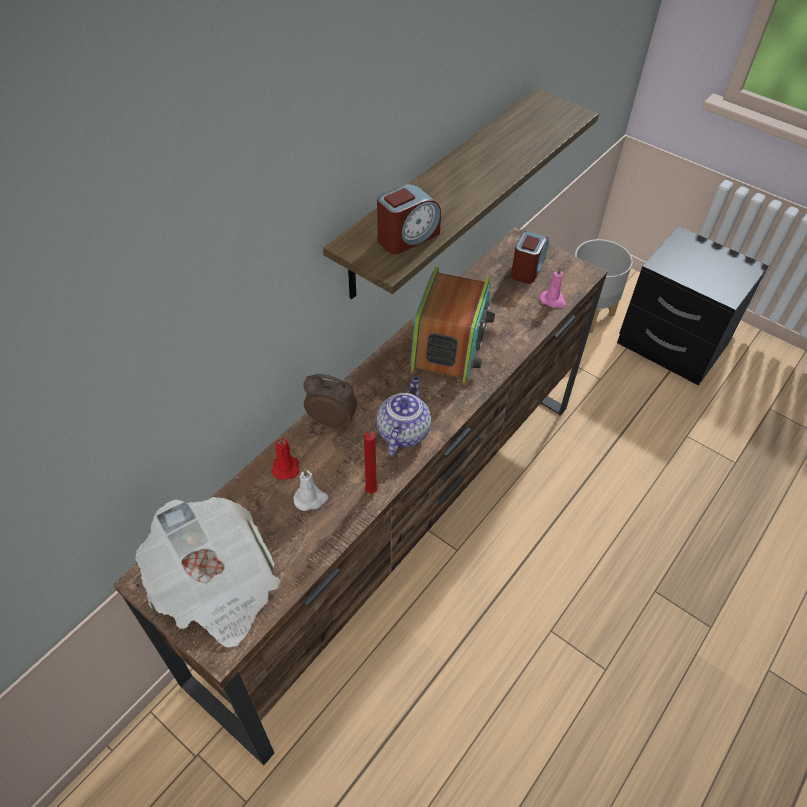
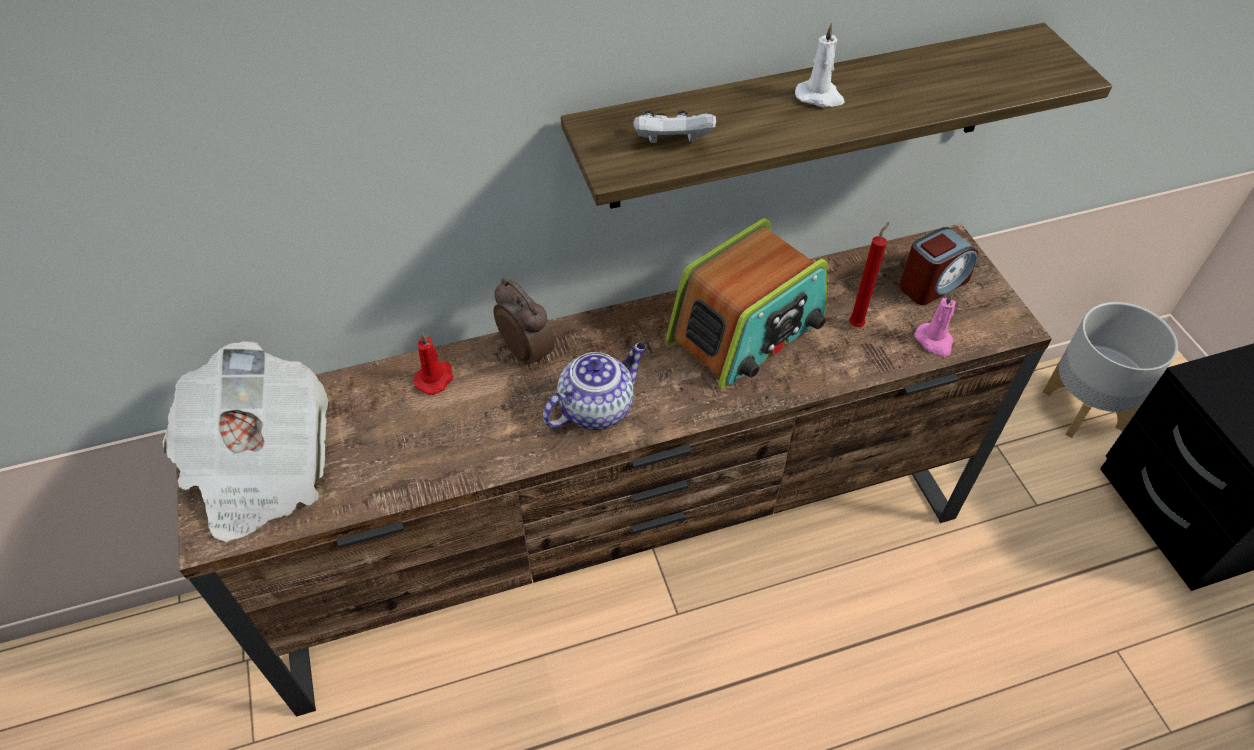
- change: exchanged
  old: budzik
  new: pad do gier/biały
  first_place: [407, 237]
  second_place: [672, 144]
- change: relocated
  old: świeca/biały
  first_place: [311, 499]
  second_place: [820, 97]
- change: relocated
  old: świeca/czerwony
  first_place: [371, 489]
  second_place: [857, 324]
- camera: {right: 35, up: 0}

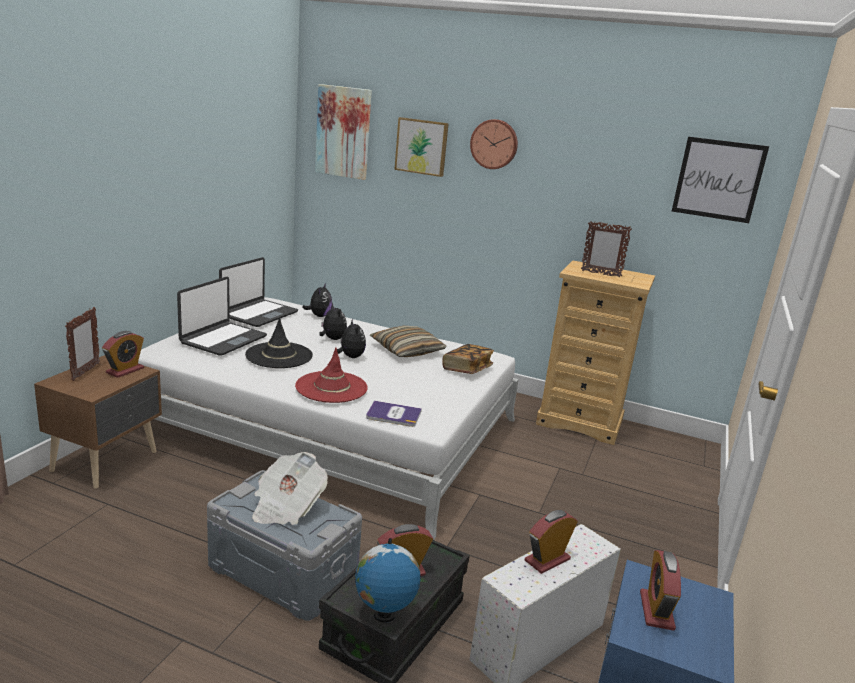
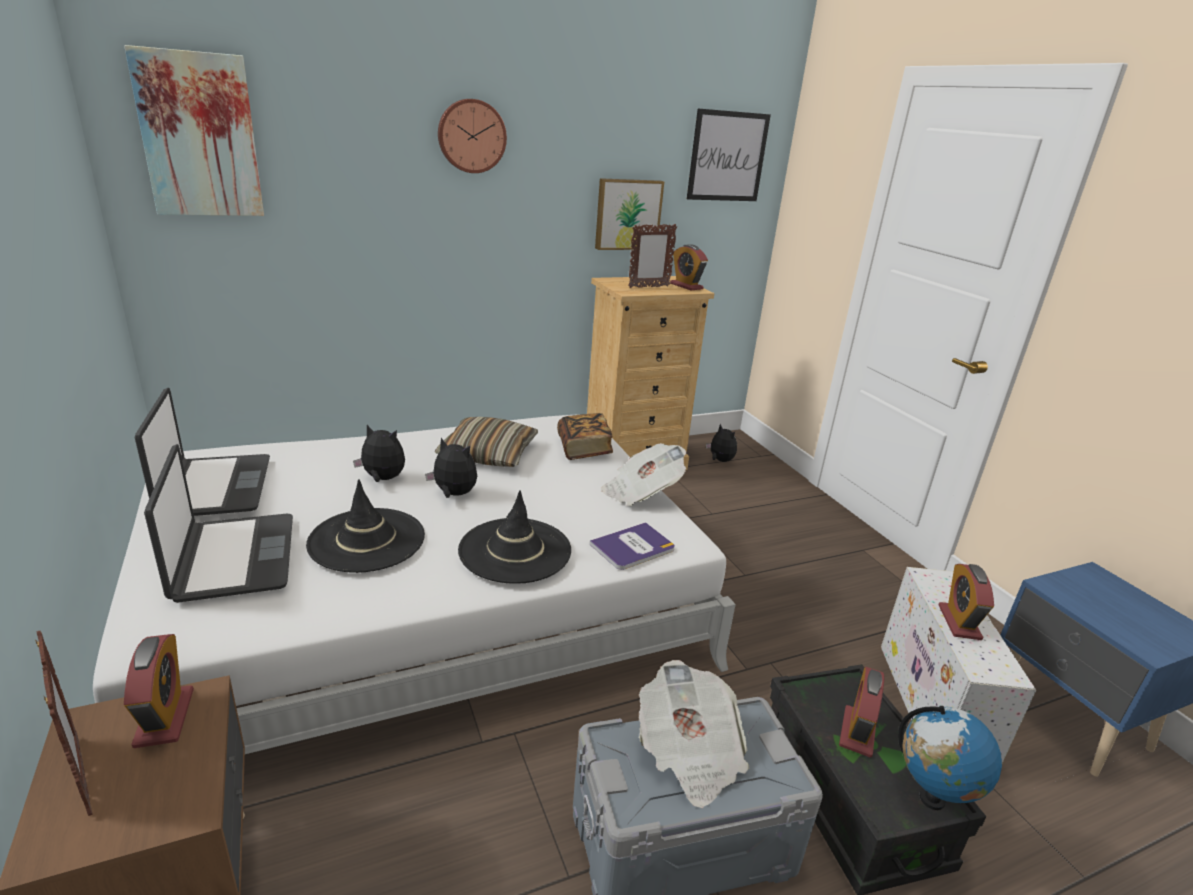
- change: colour
  old: kapelusz/czerwony
  new: kapelusz/czarny
  first_place: [331, 387]
  second_place: [515, 550]
- change: relocated
  old: obraz
  first_place: [422, 146]
  second_place: [627, 214]
- change: appeared
  new: gazeta
  second_place: [641, 492]
- change: relocated
  old: budzik
  first_place: [656, 610]
  second_place: [686, 286]
- change: relocated
  old: pluszak
  first_place: [319, 316]
  second_place: [720, 460]
- camera: {right: -45, up: 5}

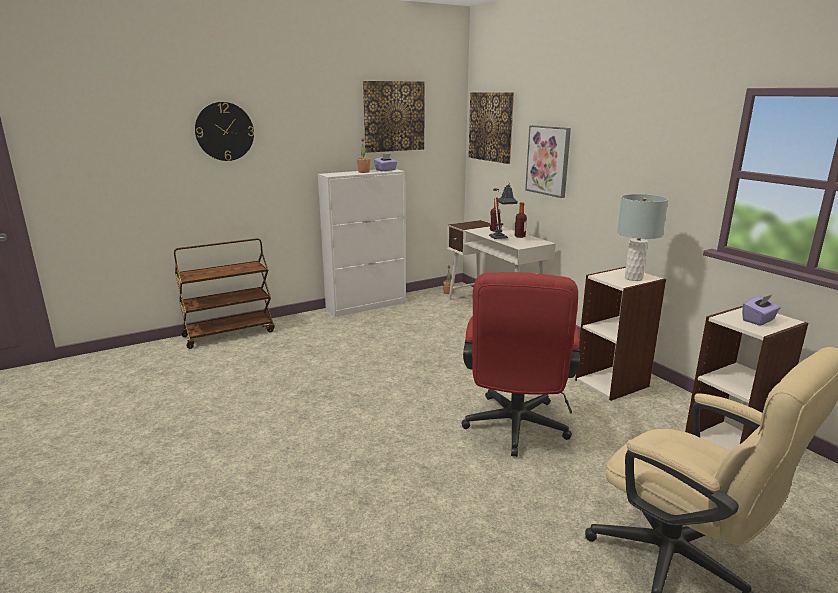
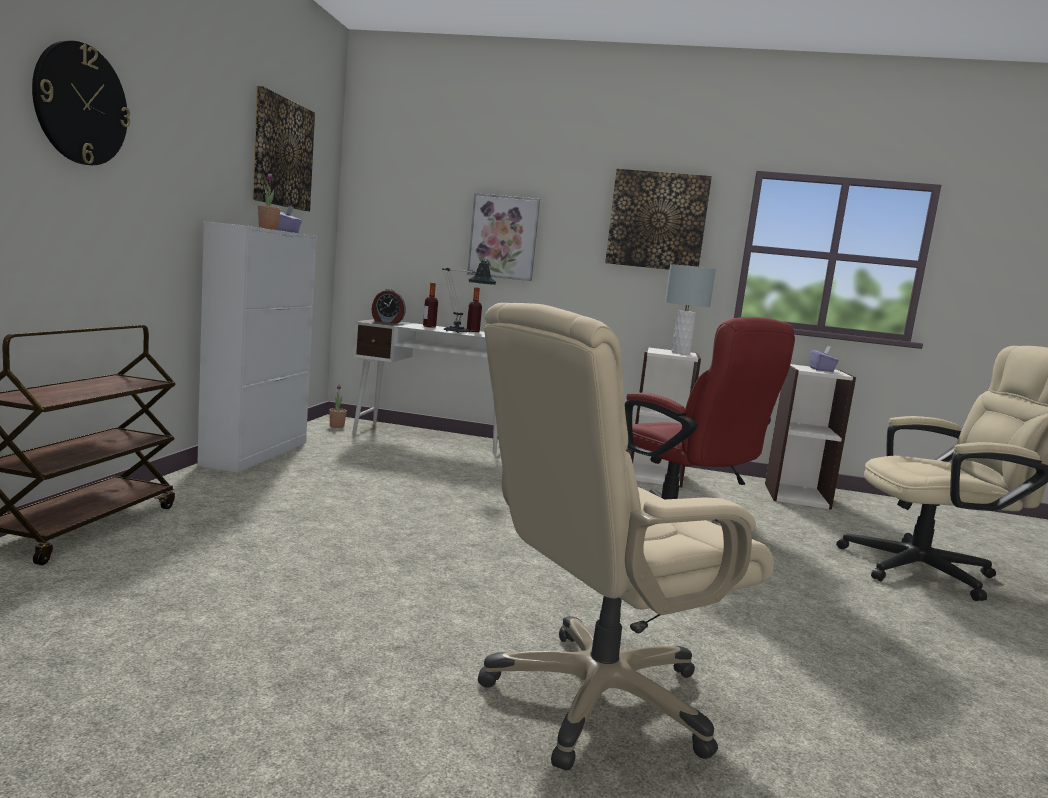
- change: appeared
  new: budzik
  second_place: [387, 322]
- change: appeared
  new: krzesło biurowe/beżowy
  second_place: [597, 699]
- change: relocated
  old: obraz
  first_place: [491, 127]
  second_place: [657, 221]
- camera: {right: -50, up: -10}

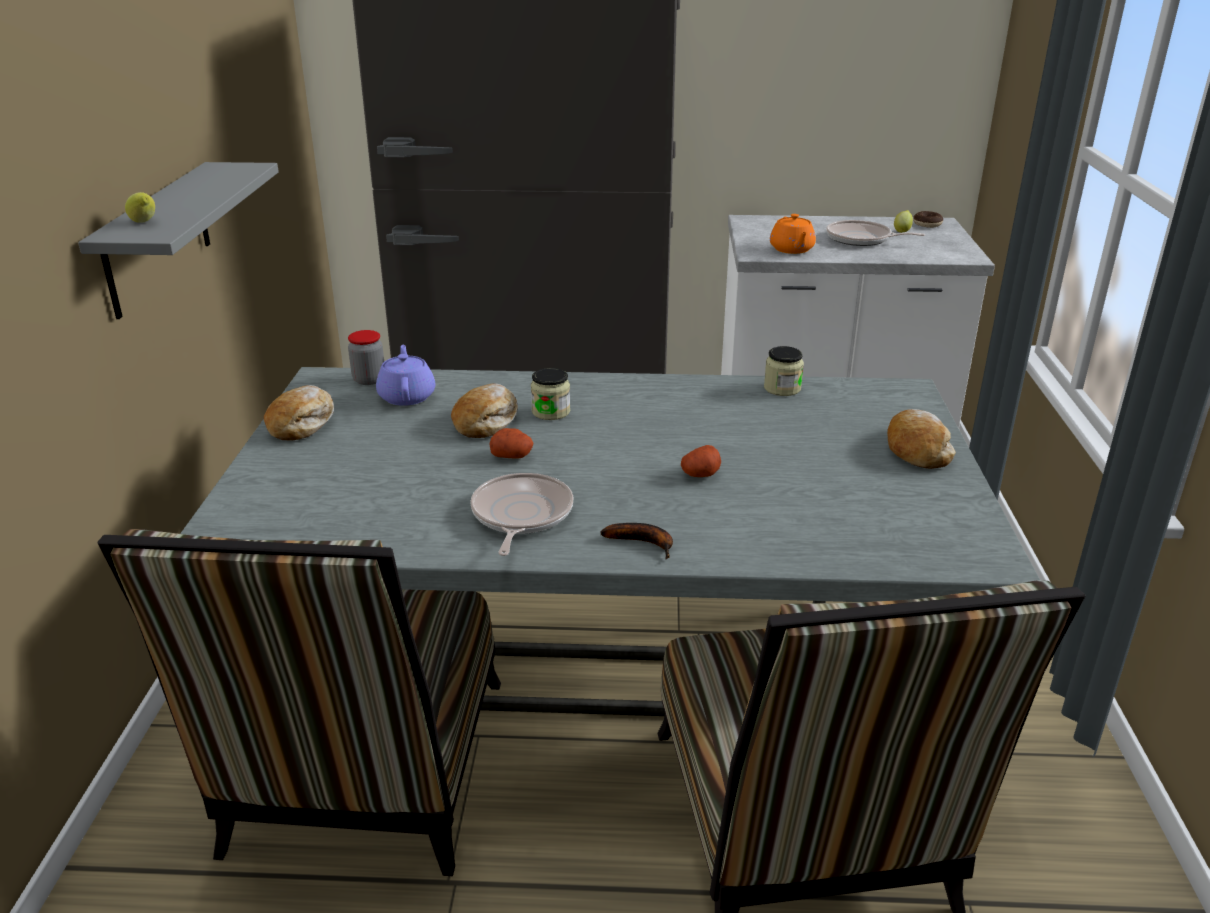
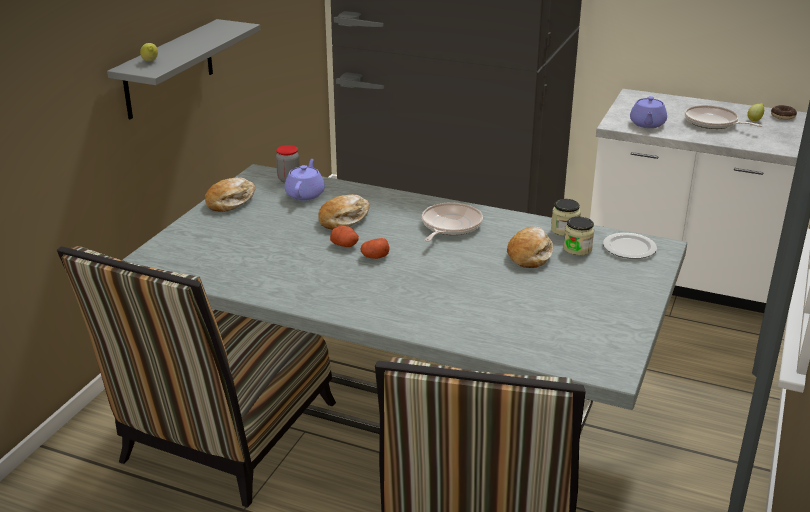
- change: relocated
  old: ziemniak
  first_place: [700, 474]
  second_place: [375, 257]
- change: relocated
  old: patelnia
  first_place: [520, 515]
  second_place: [449, 226]
- change: relocated
  old: chleb
  first_place: [916, 449]
  second_place: [530, 255]
- change: relocated
  old: słoik
  first_place: [551, 412]
  second_place: [577, 249]
- change: appeared
  new: talerz
  second_place: [629, 248]
- change: colour
  old: imbryk/pomarańczowy
  new: imbryk/fioletowy
  first_place: [792, 250]
  second_place: [647, 124]
- change: missing
  old: banan
  first_place: [644, 543]
- camera: {right: 20, up: 0}

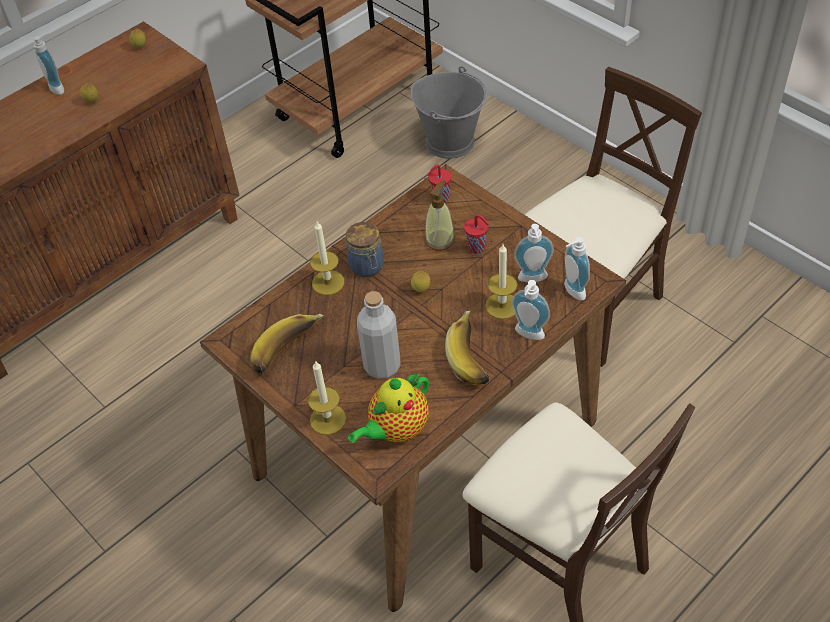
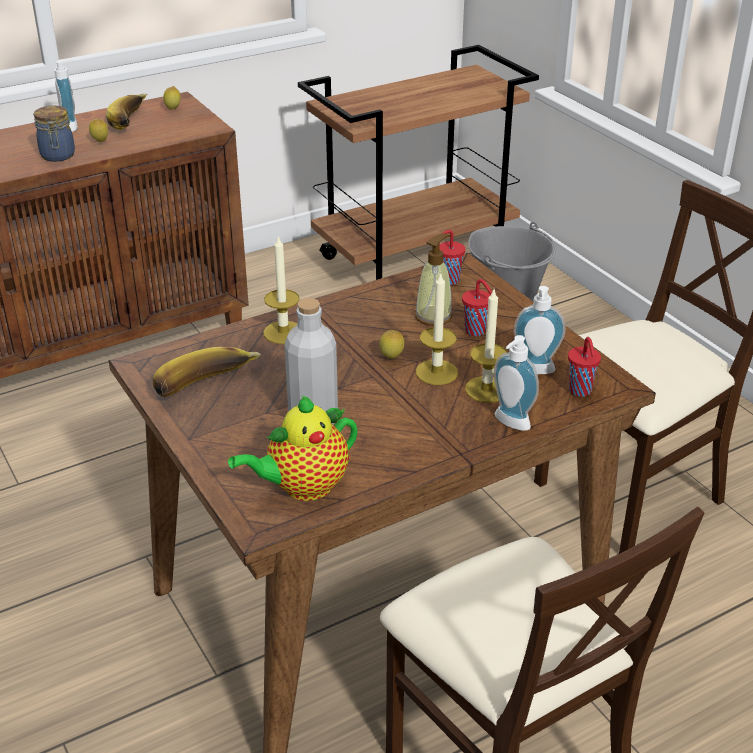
- change: relocated
  old: słoik
  first_place: [367, 267]
  second_place: [58, 156]
- change: relocated
  old: banan
  first_place: [473, 357]
  second_place: [133, 122]
- change: relocated
  old: świeca
  first_place: [328, 419]
  second_place: [436, 372]
- change: exchanged
  old: dozownik mydła
  new: filiżanka/czerwony
  first_place: [571, 292]
  second_place: [580, 391]
- camera: {right: 10, up: -15}

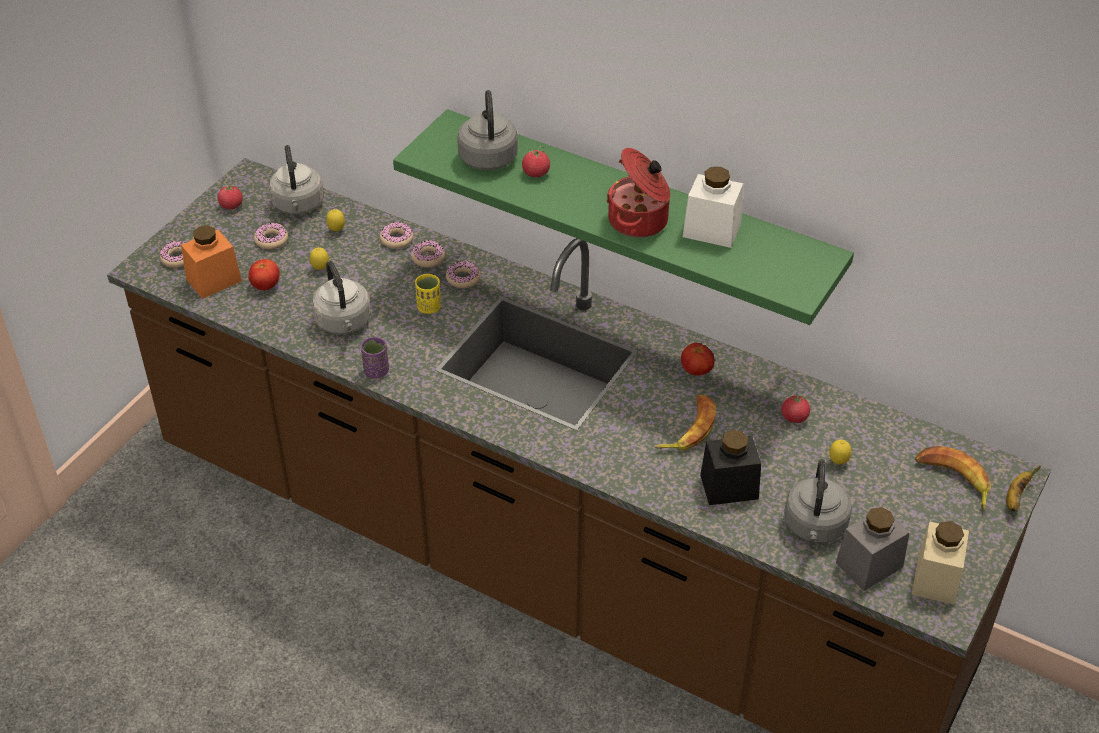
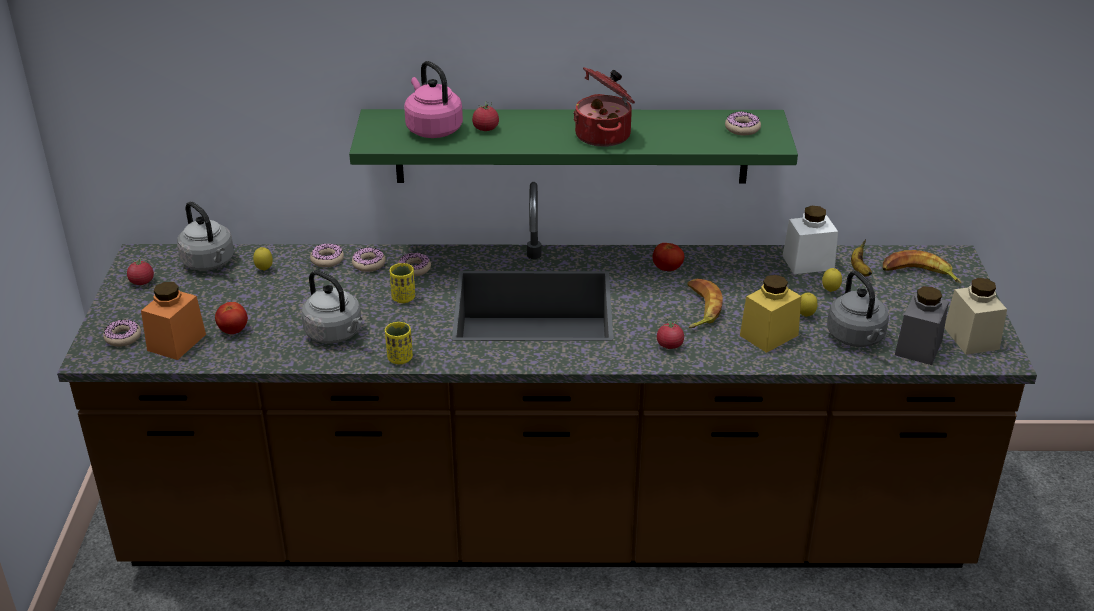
- change: colour
  old: filiżanka/fioletowy
  new: filiżanka/żółty
  first_place: [376, 371]
  second_place: [400, 358]
- change: colour
  old: czajnik/szary
  new: czajnik/różowy
  first_place: [488, 156]
  second_place: [432, 129]
- change: relocated
  old: pomidor
  first_place: [794, 417]
  second_place: [669, 345]
- change: relocated
  old: donut
  first_place: [271, 240]
  second_place: [742, 128]
- change: colour
  old: słoik/czarny
  new: słoik/żółty
  first_place: [729, 487]
  second_place: [769, 335]
- change: relocated
  old: słoik/biały
  first_place: [711, 230]
  second_place: [808, 262]
- change: relocated
  old: cytryna
  first_place: [320, 269]
  second_place: [805, 316]
- change: relocated
  old: banan
  first_place: [1016, 497]
  second_place: [859, 269]
- camera: {right: -30, up: -10}

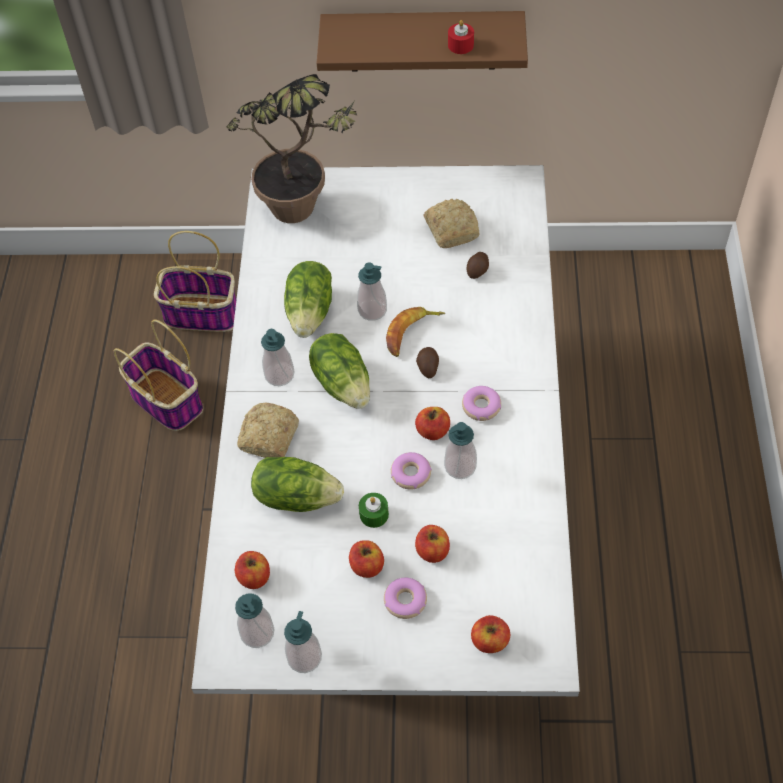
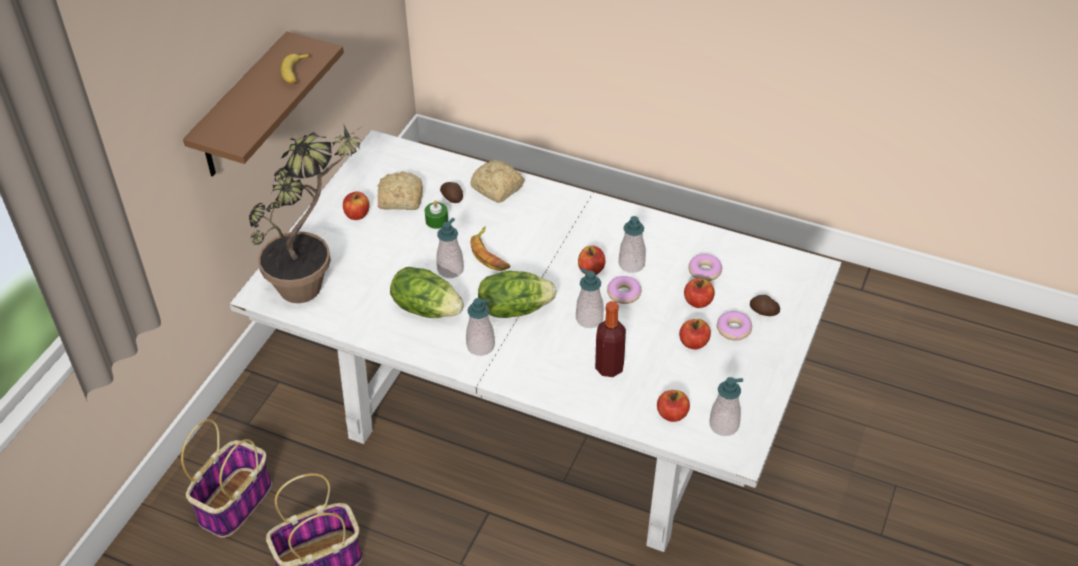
- change: exchanged
  old: świeca/czerwony
  new: banan
  first_place: [460, 45]
  second_place: [296, 73]
- change: relocated
  old: jabłko
  first_place: [489, 640]
  second_place: [357, 214]
- change: relocated
  old: świeca/zielony
  first_place: [374, 514]
  second_place: [437, 220]
- change: relocated
  old: chleb
  first_place: [268, 438]
  second_place: [497, 189]
- change: relocated
  old: dozownik mydła
  first_place: [304, 657]
  second_place: [589, 319]
- change: exchanged
  old: sałata
  new: butelka
  first_place: [297, 496]
  second_place: [609, 367]
- change: relocated
  old: donut
  first_place: [481, 407]
  second_place: [705, 271]
- change: relocated
  old: ziemniak
  first_place: [427, 367]
  second_place: [763, 312]
- camera: {right: -70, up: -10}

